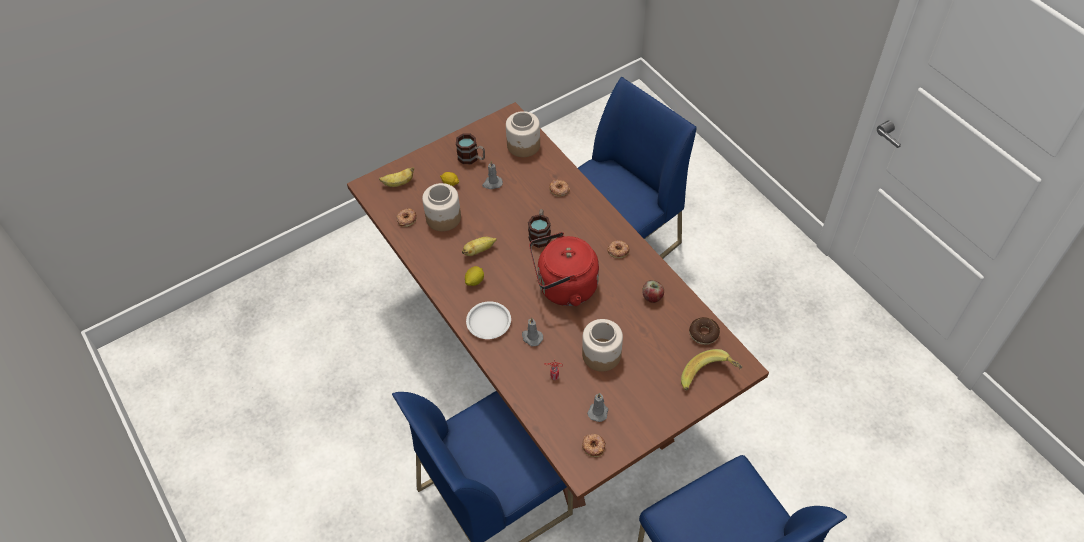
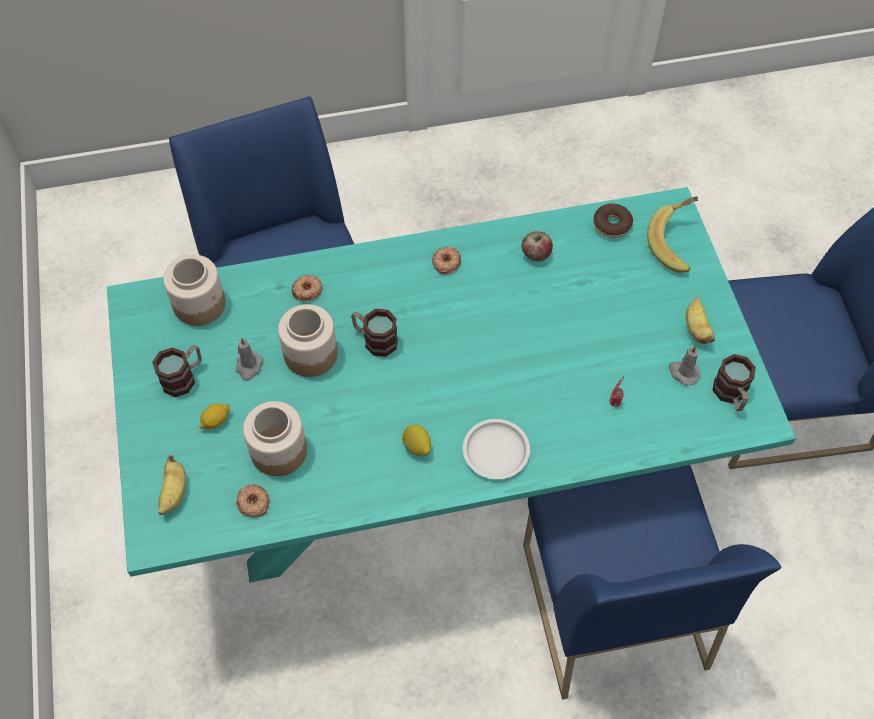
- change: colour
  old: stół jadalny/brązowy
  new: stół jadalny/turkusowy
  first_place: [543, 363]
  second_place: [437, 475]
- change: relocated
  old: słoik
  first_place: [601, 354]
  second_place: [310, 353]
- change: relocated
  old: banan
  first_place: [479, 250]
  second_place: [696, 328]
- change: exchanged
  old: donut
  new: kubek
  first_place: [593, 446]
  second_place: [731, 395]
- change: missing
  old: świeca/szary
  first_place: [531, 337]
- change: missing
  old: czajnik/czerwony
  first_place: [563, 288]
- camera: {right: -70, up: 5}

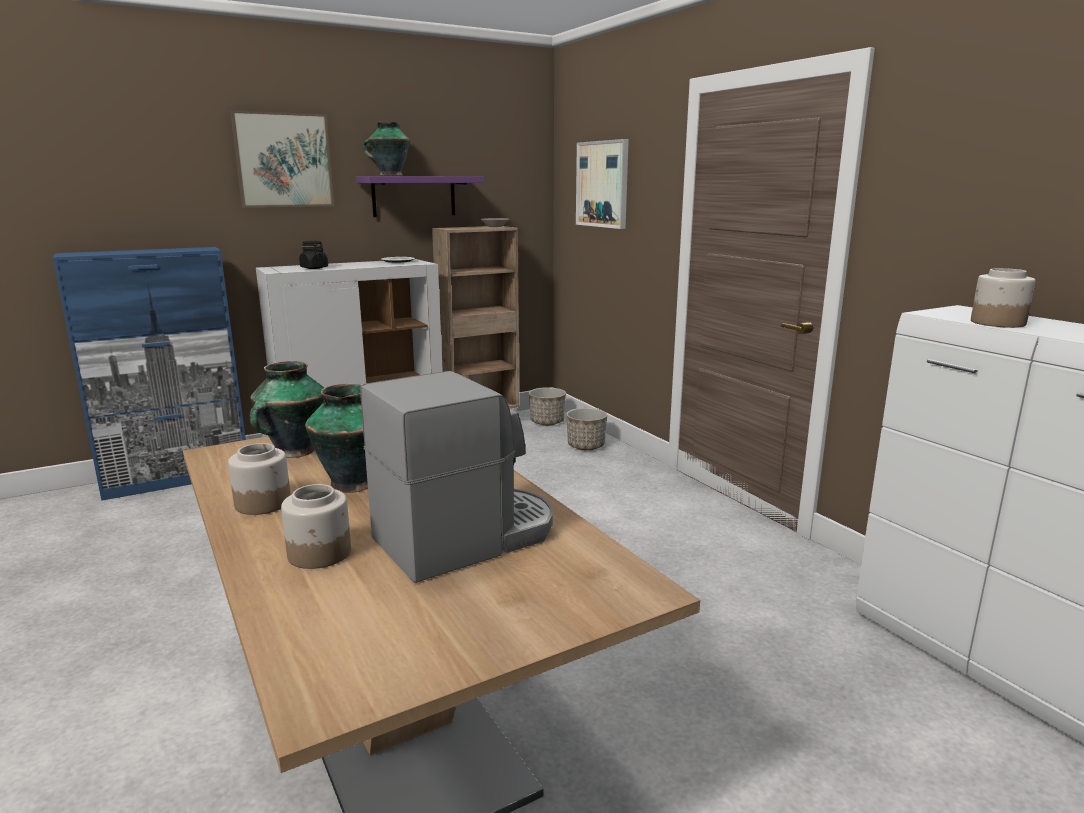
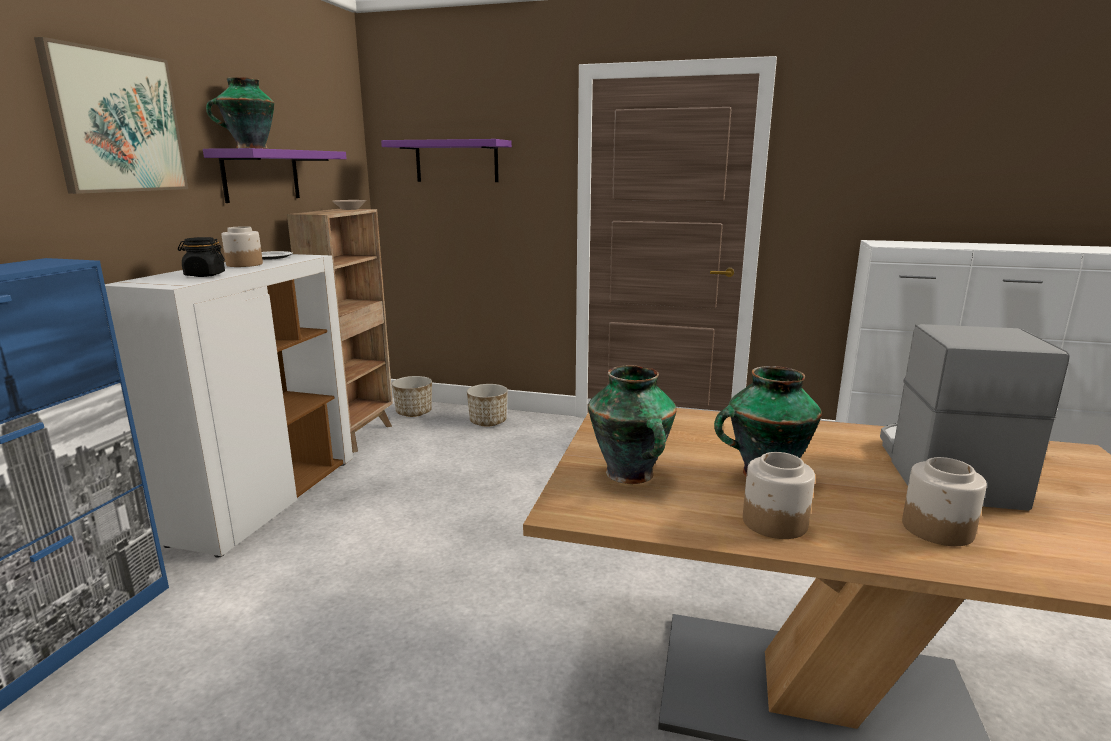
- change: relocated
  old: słoik
  first_place: [997, 323]
  second_place: [244, 264]
- change: exchanged
  old: obraz
  new: półka/fioletowy
  first_place: [602, 184]
  second_place: [456, 161]
- camera: {right: -45, up: 0}

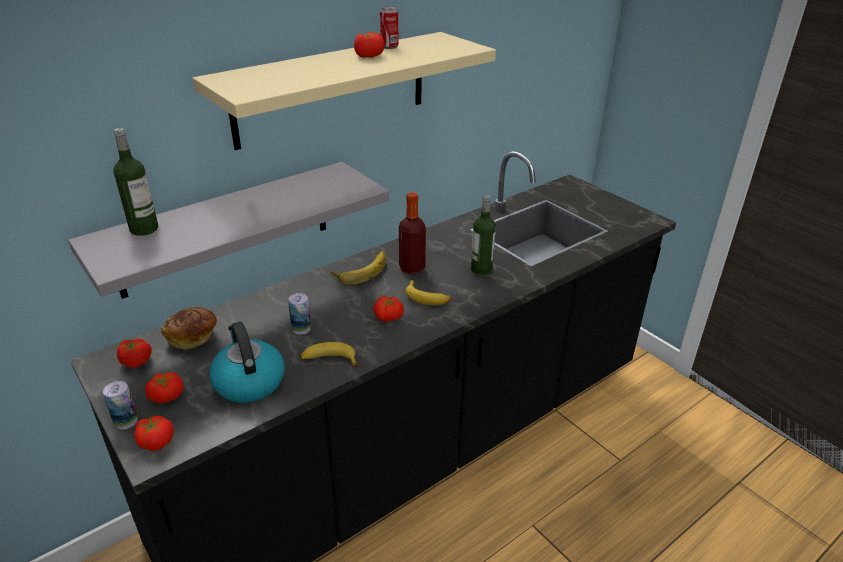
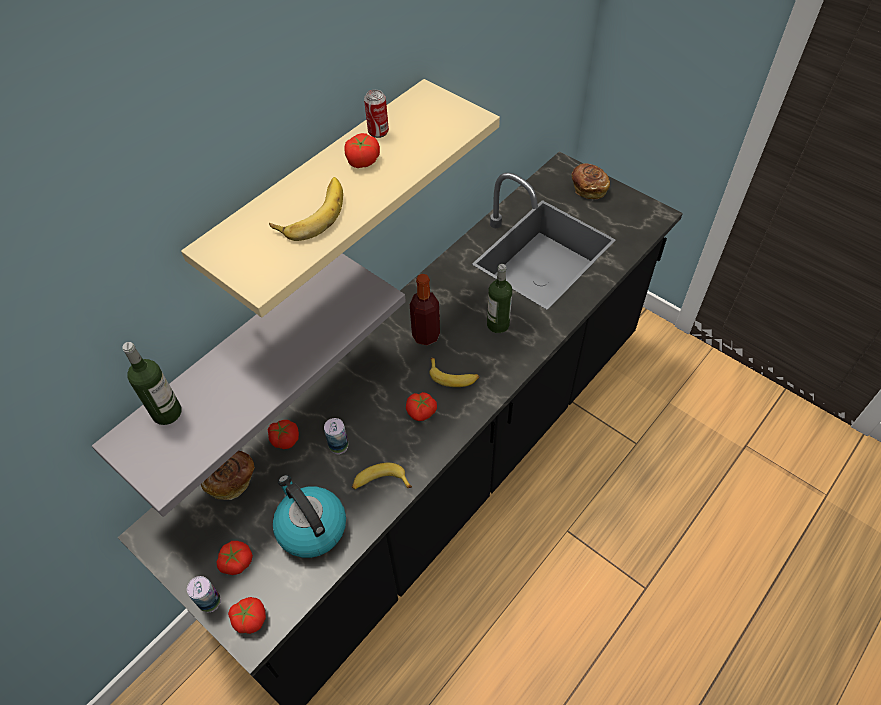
- change: relocated
  old: pomidor
  first_place: [136, 360]
  second_place: [285, 439]
- change: relocated
  old: banan
  first_place: [360, 270]
  second_place: [311, 212]
- change: appeared
  new: chleb
  second_place: [588, 188]
- camera: {right: -10, up: 20}

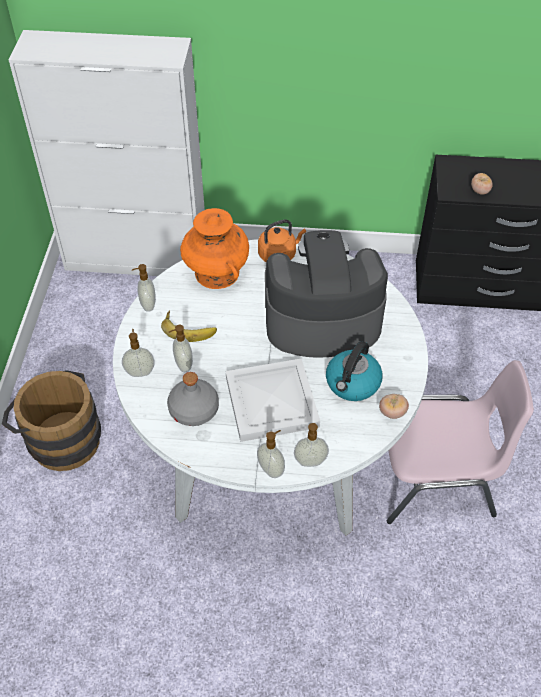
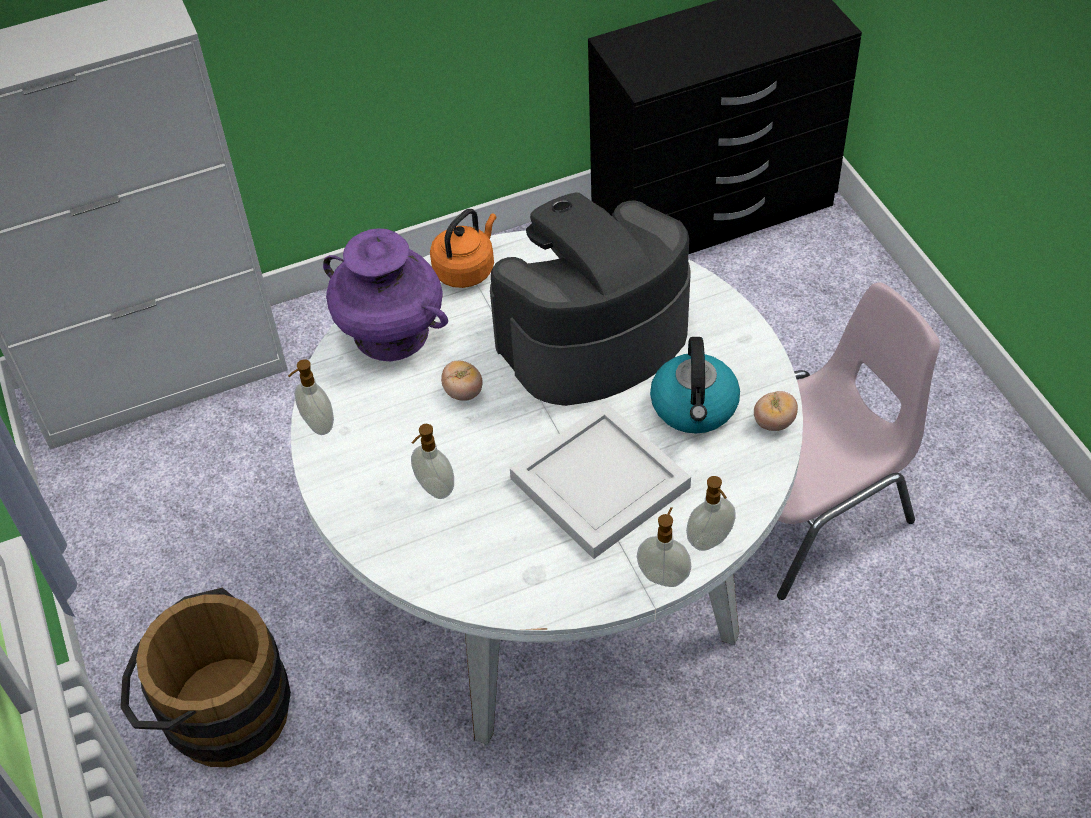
- change: colour
  old: wazon/pomarańczowy
  new: wazon/fioletowy
  first_place: [217, 273]
  second_place: [391, 333]
- change: relocated
  old: pomidor
  first_place: [480, 191]
  second_place: [463, 392]
- change: missing
  old: dozownik mydła
  first_place: [140, 371]
- change: missing
  old: banan
  first_place: [189, 328]
- change: missing
  old: butelka/szary
  first_place: [193, 410]
- camera: {right: -25, up: 0}

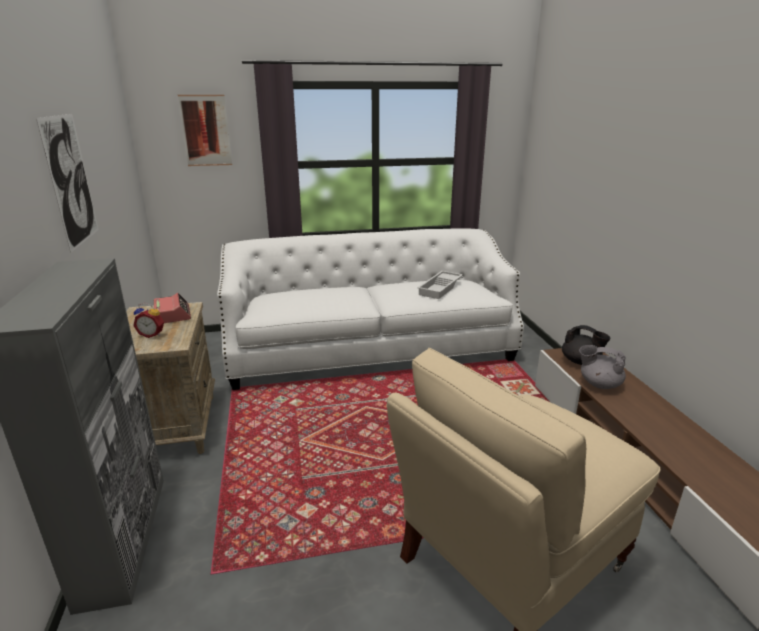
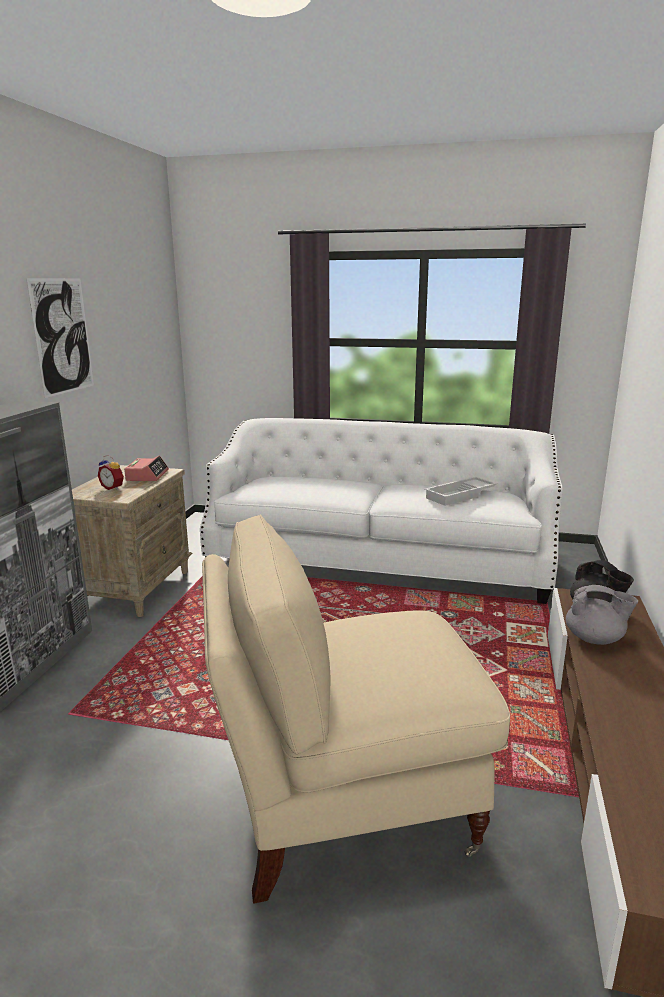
- change: spun
  old: imbryk/szary
  first_place: [599, 384]
  second_place: [595, 639]
  degrees: 150
- change: missing
  old: obraz
  first_place: [206, 130]
- camera: {right: 25, up: -5}

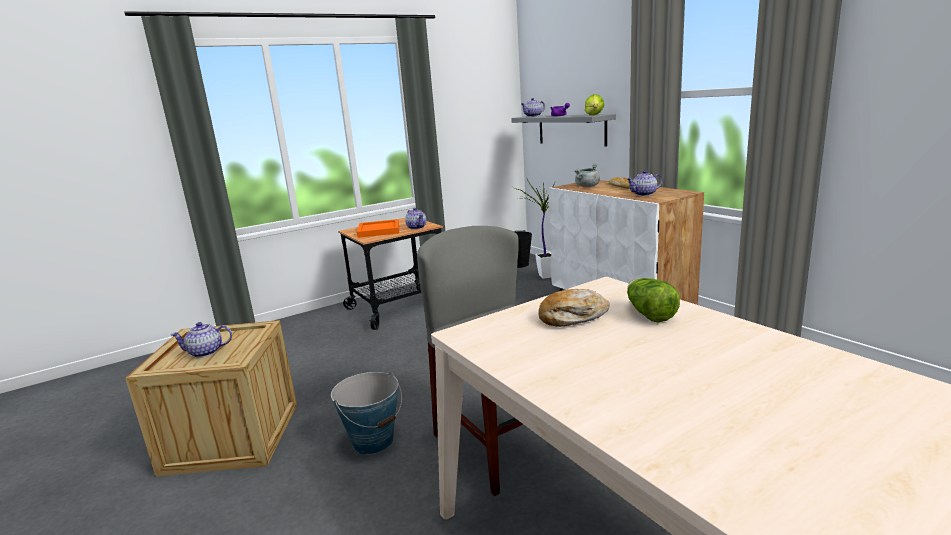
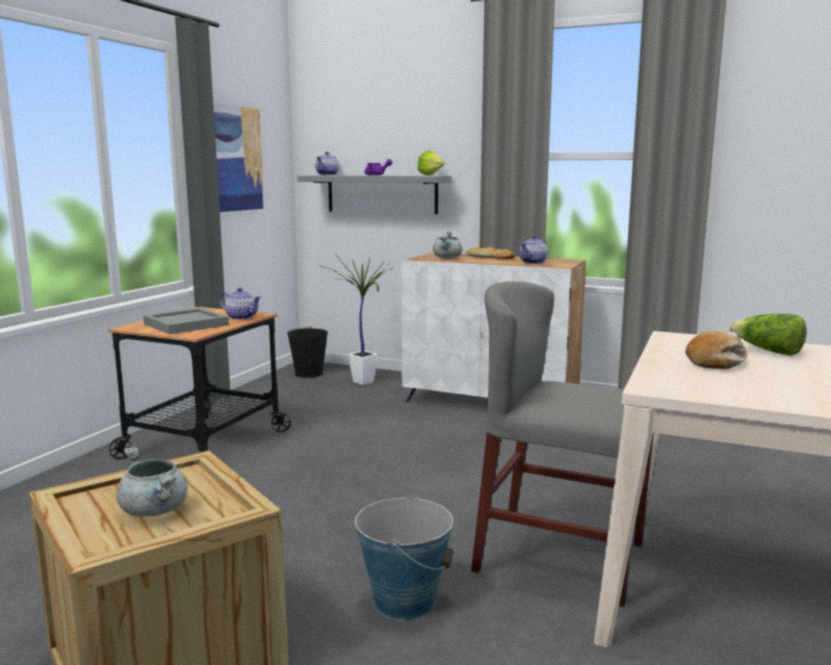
- change: exchanged
  old: imbryk
  new: garnek/szary
  first_place: [206, 352]
  second_place: [155, 511]
- change: colour
  old: taca/pomarańczowy
  new: taca/szary
  first_place: [379, 230]
  second_place: [187, 324]
- change: appeared
  new: obraz
  second_place: [236, 159]
- camera: {right: -35, up: -5}

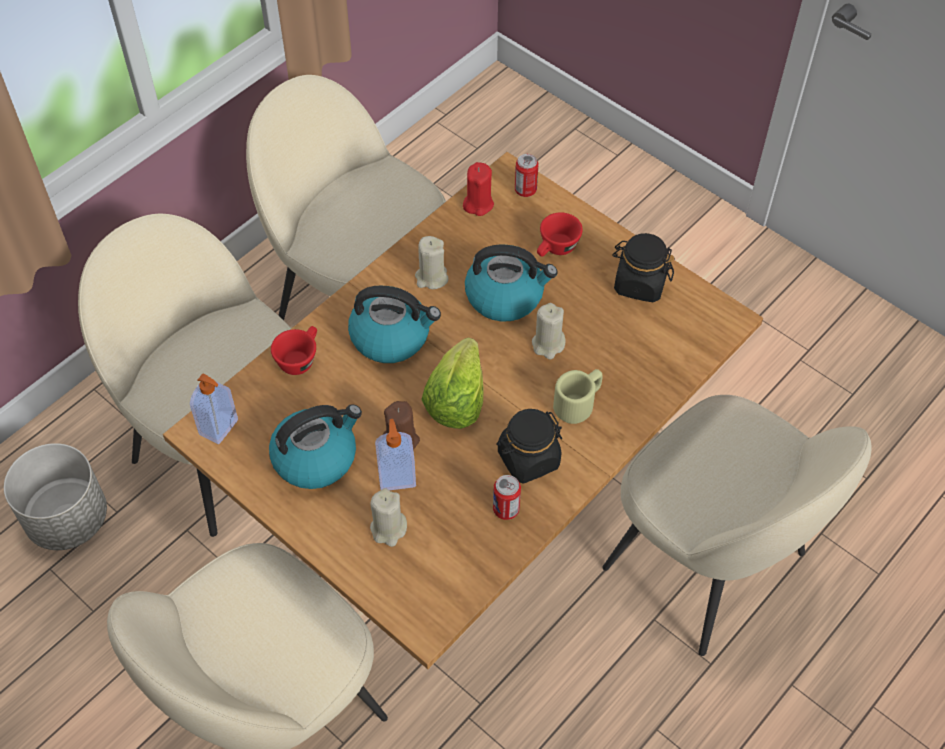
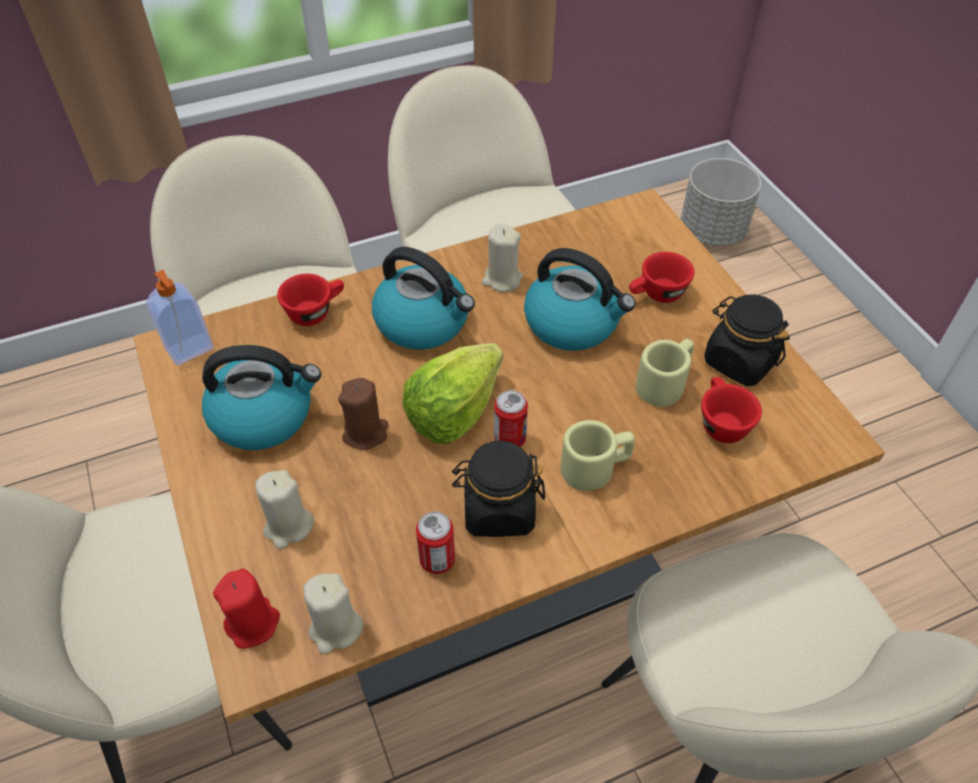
- change: relocated
  old: świeca/czerwony
  first_place: [478, 204]
  second_place: [253, 623]
- change: relocated
  old: świeca/beżowy
  first_place: [548, 344]
  second_place: [335, 628]
- change: relocated
  old: puszka
  first_place: [525, 190]
  second_place: [509, 439]
- change: appeared
  new: kubek/beżowy
  second_place: [665, 383]
- change: relocated
  old: donica/szary
  first_place: [67, 518]
  second_place: [712, 231]
- change: appeared
  new: filiżanka/czerwony
  second_place: [720, 422]
- change: missing
  old: dozownik mydła
  first_place: [397, 477]
- camera: {right: 25, up: -5}

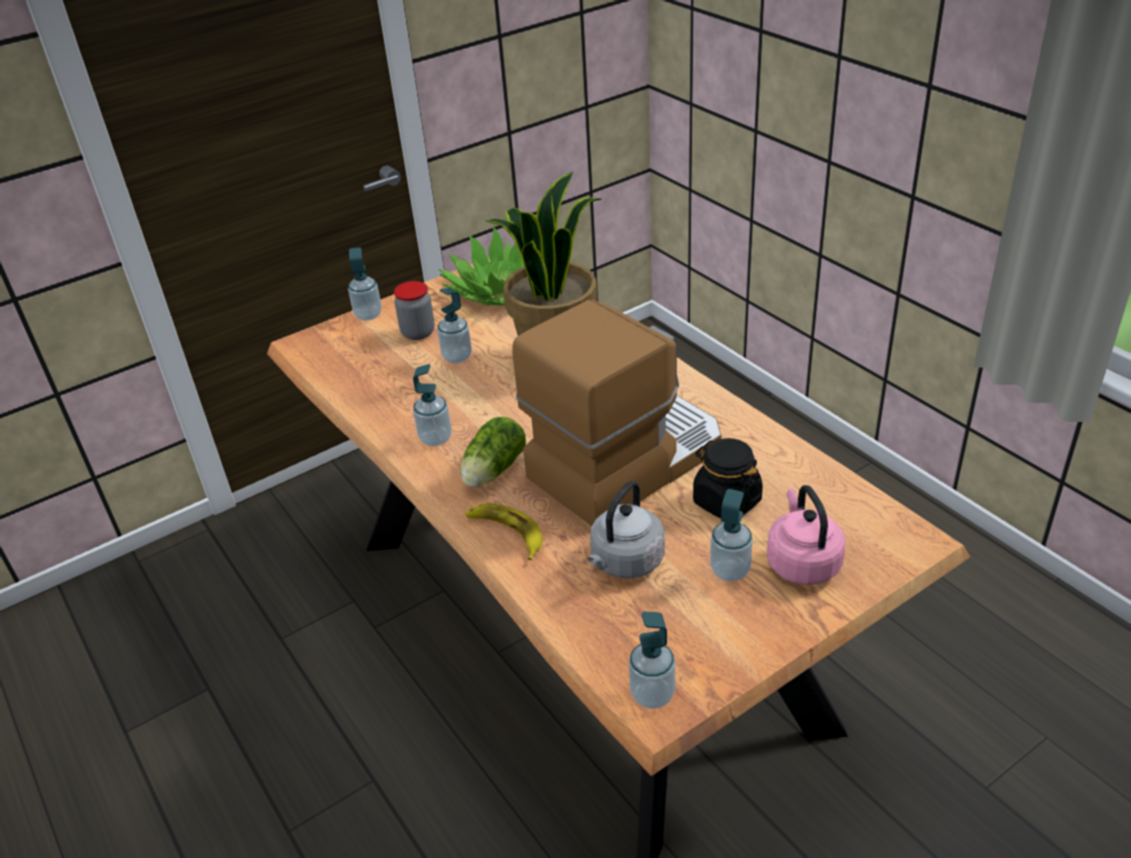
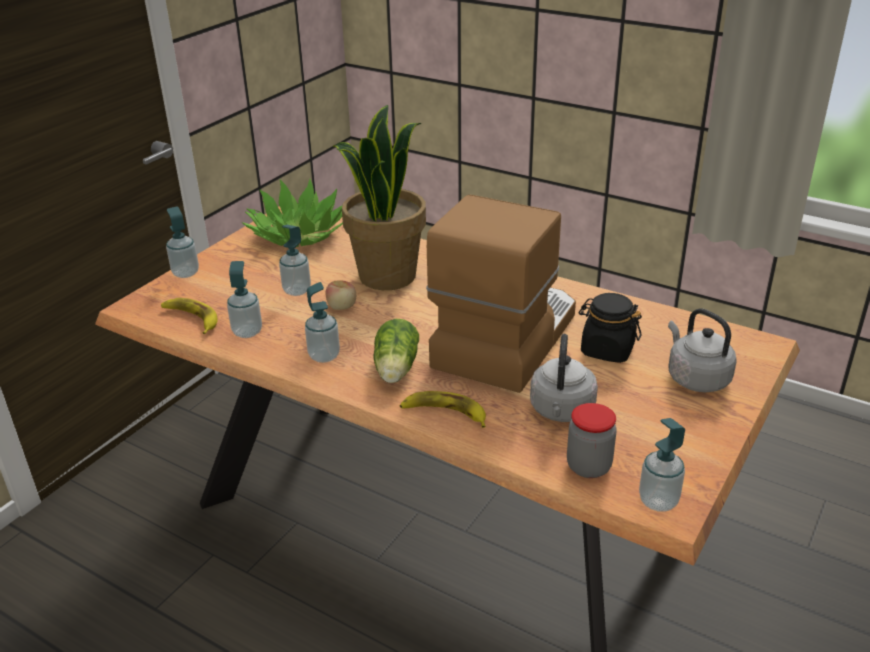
- change: appeared
  new: banan
  second_place: [191, 318]
- change: relocated
  old: dozownik mydła
  first_place: [730, 570]
  second_place: [247, 332]
- change: appeared
  new: jabłko
  second_place: [342, 307]
- change: relocated
  old: słoik
  first_place: [418, 332]
  second_place: [588, 466]
- change: colour
  old: czajnik/różowy
  new: czajnik/szary
  first_place: [802, 562]
  second_place: [695, 378]
- camera: {right: -25, up: -5}

